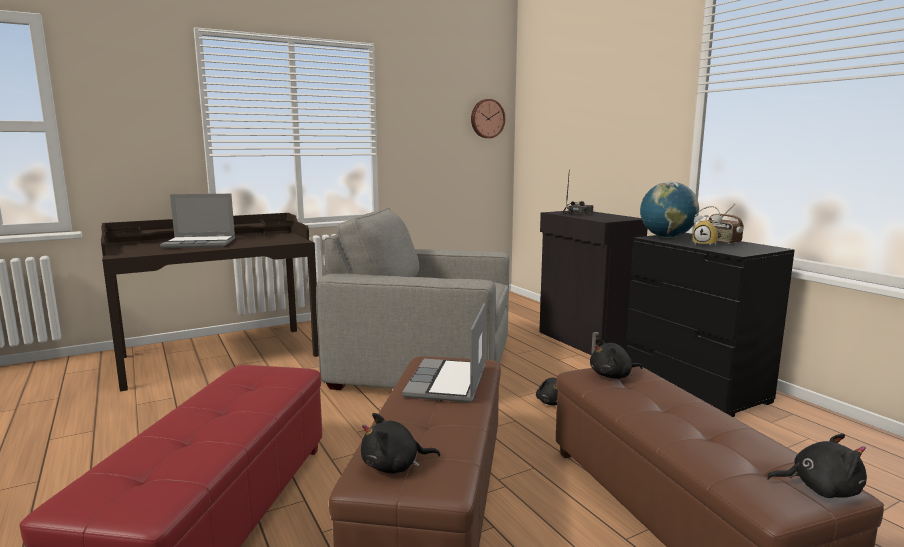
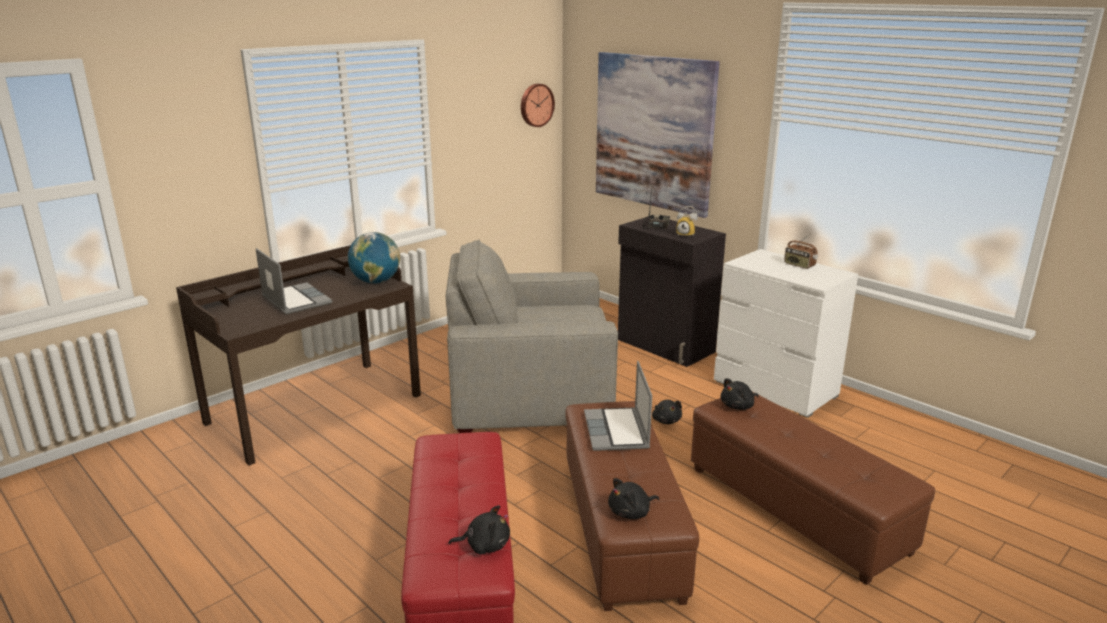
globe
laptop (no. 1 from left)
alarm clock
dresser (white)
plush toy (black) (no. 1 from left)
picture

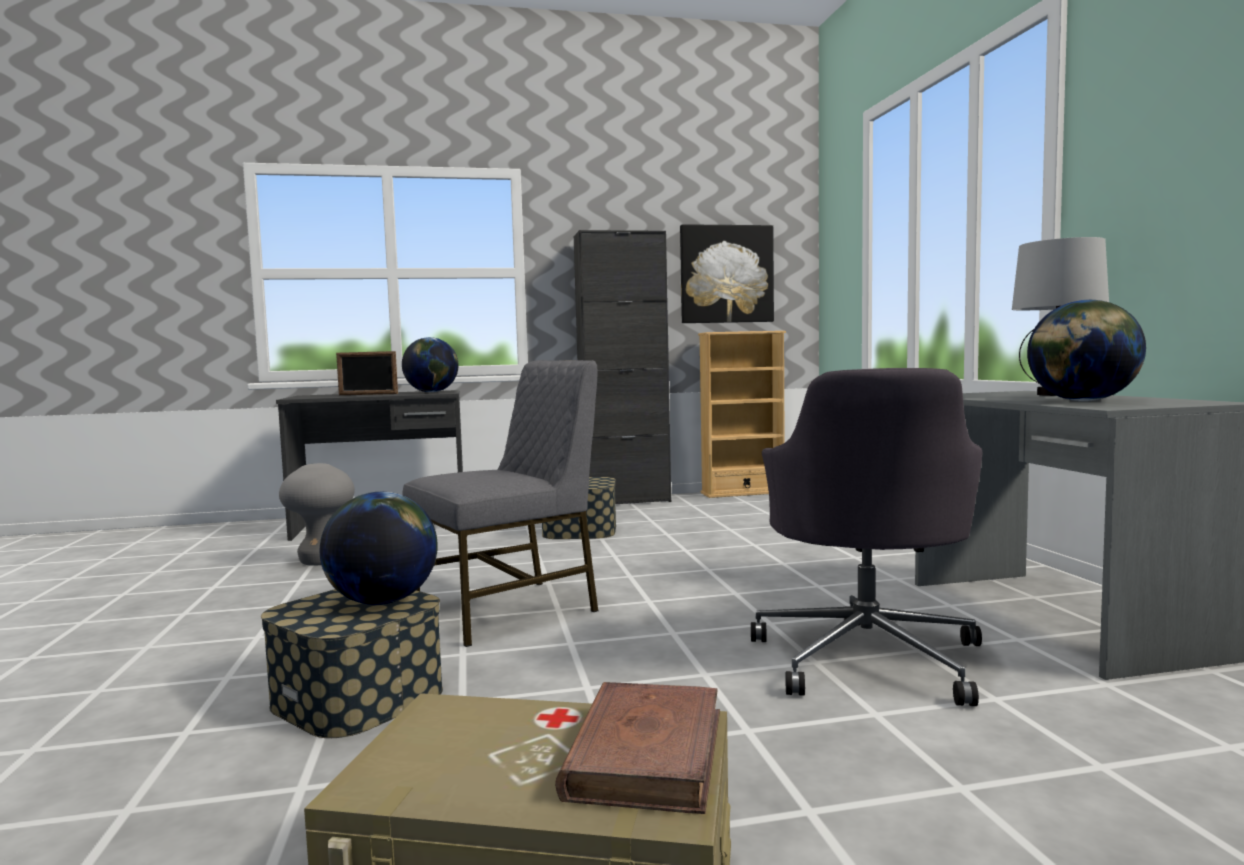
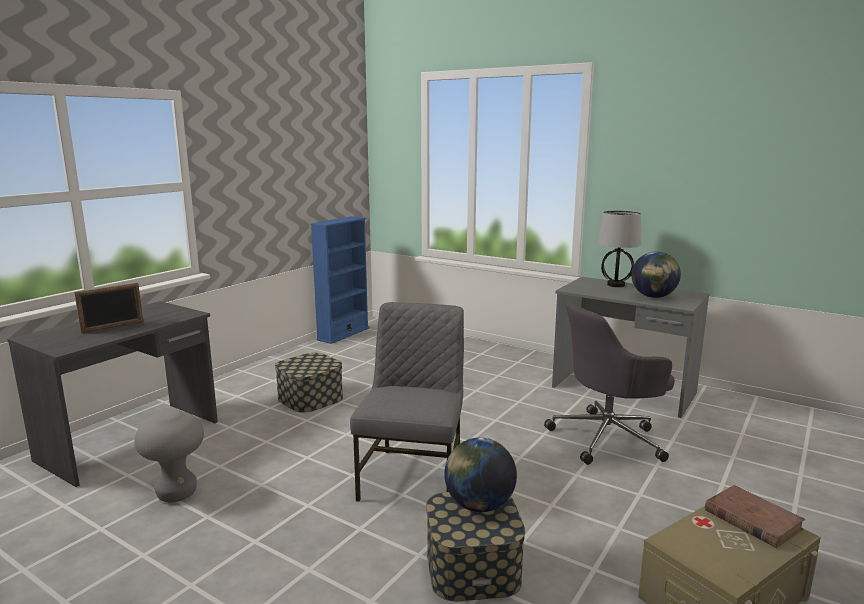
picture
cabinet (black)
bookcase (blue)
globe (no. 2 from left in the first image)
office chair (grey)

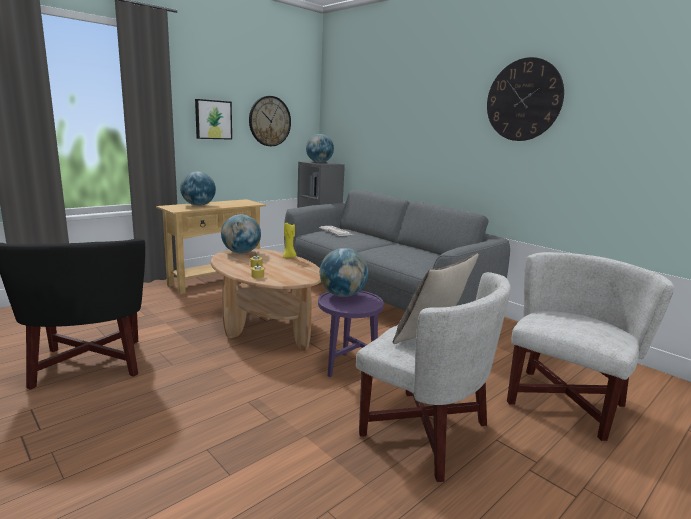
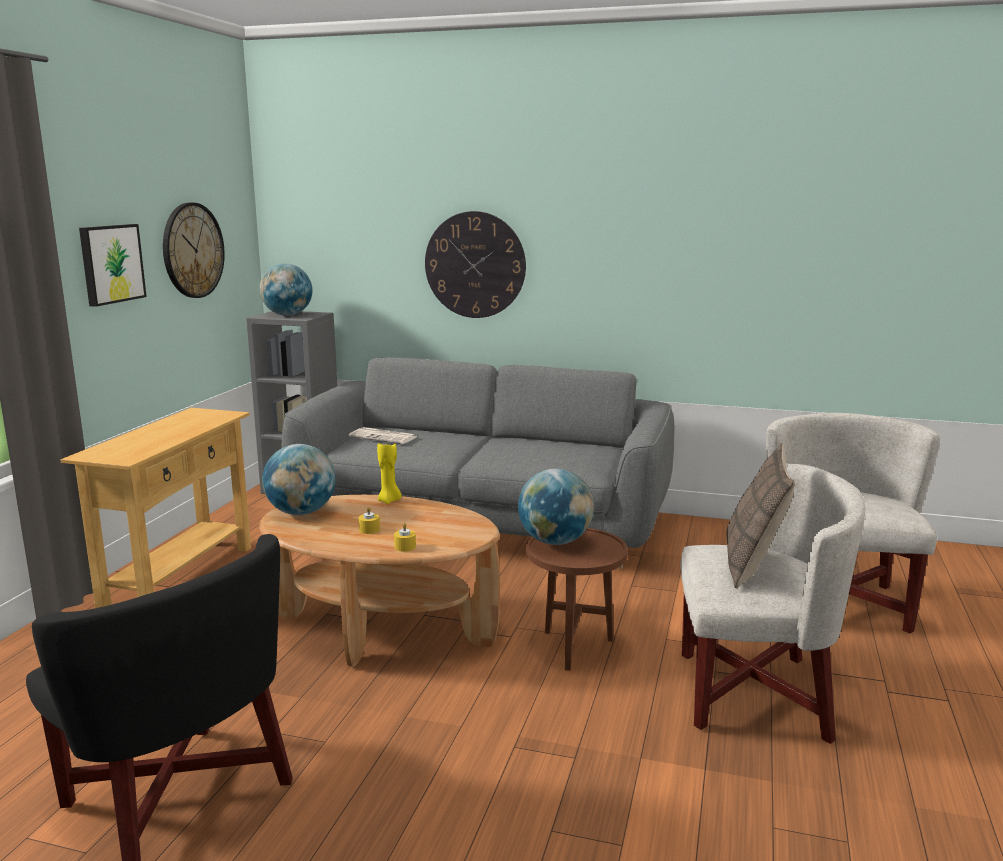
wall clock (no. 2 from left)
globe (no. 1 from left in the first image)
side table (brown)

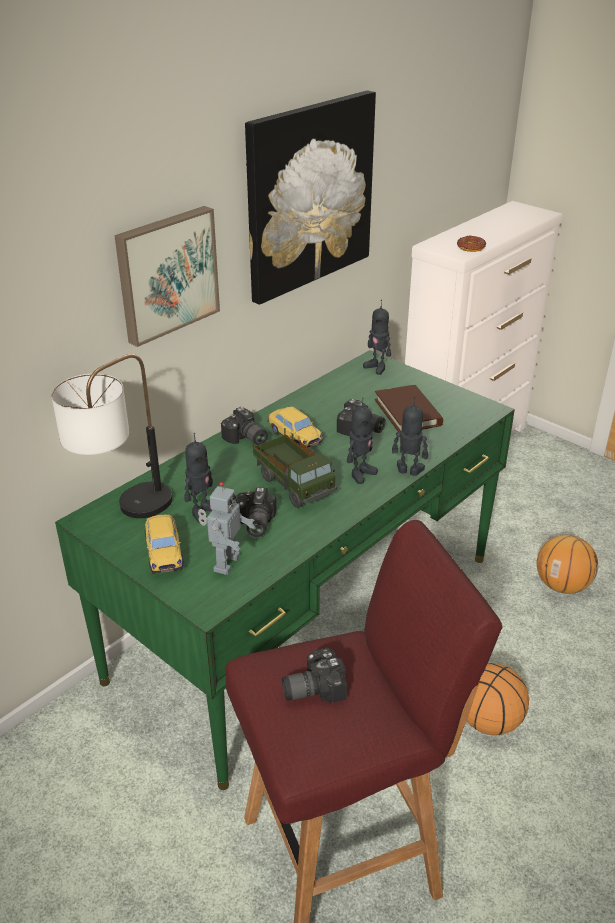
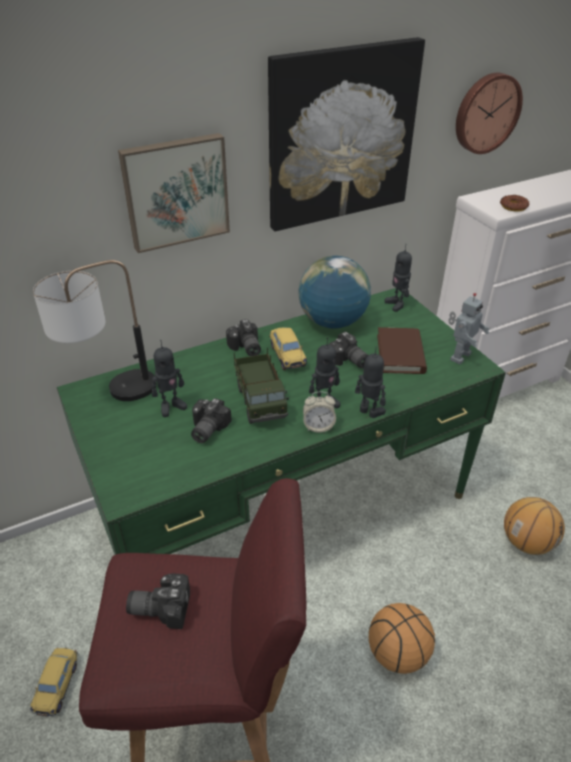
toy robot (no. 5 from left)
toy car (no. 1 from left)
wall clock
globe
alarm clock

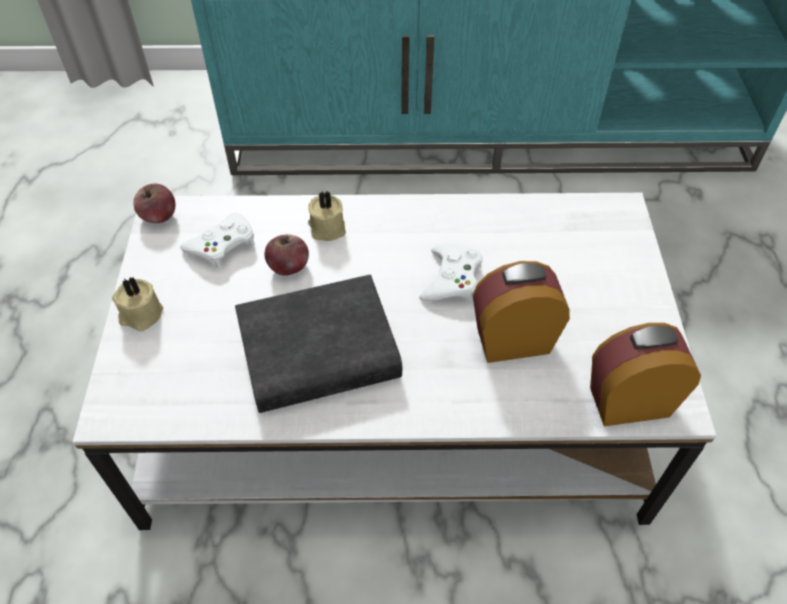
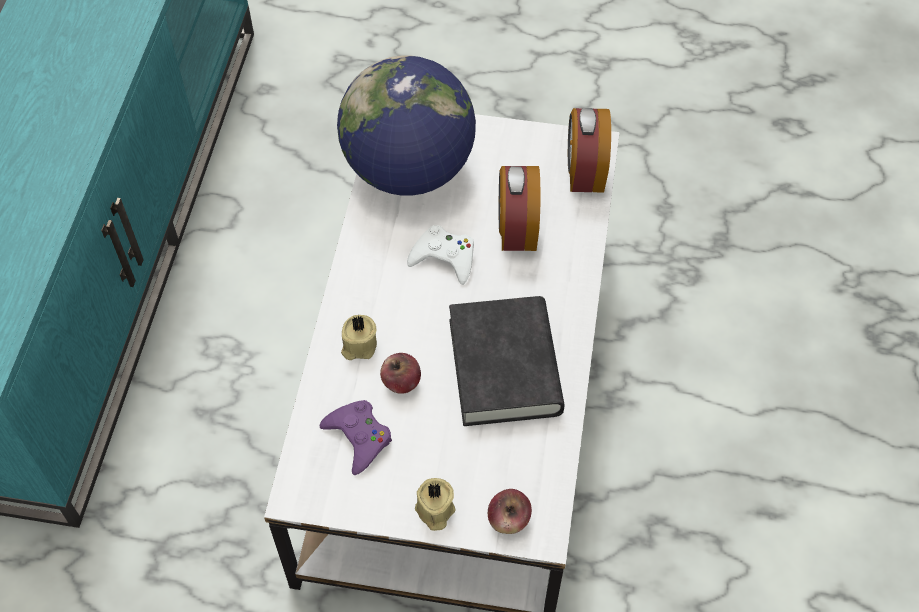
apple (no. 2 from left)
game controller (purple)
globe

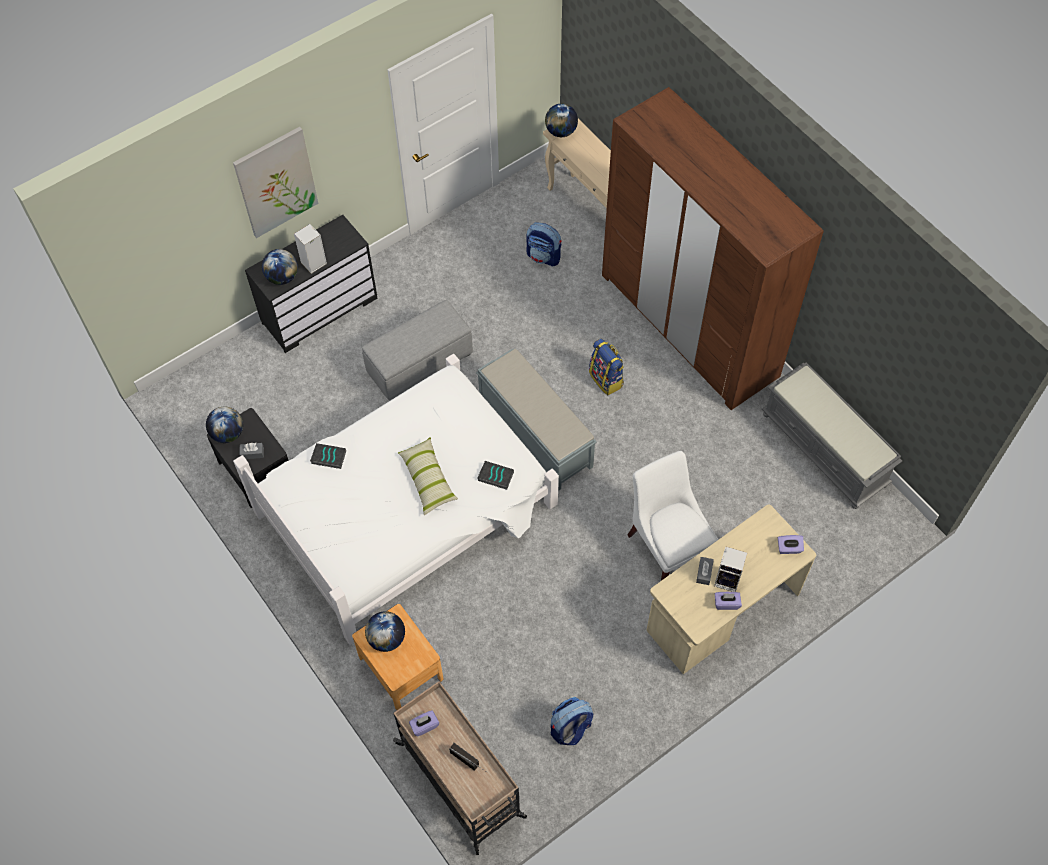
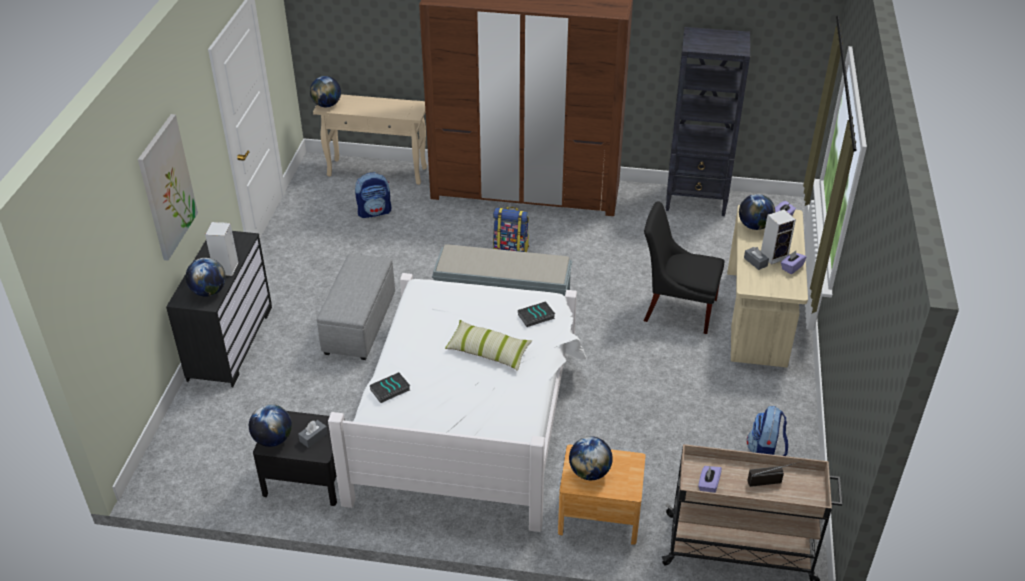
bookcase (black)
chair (black)
globe (no. 5 from left)

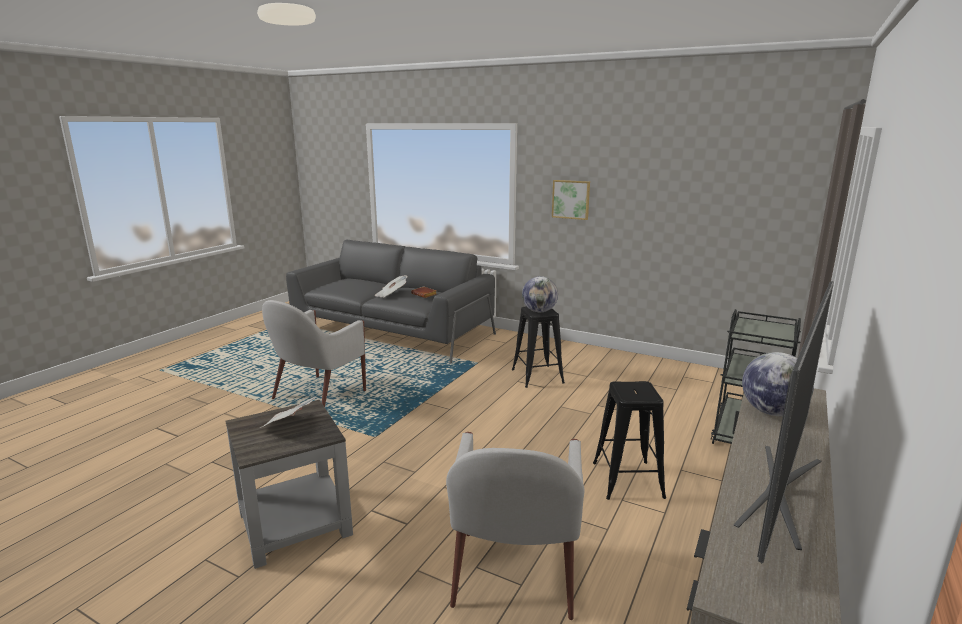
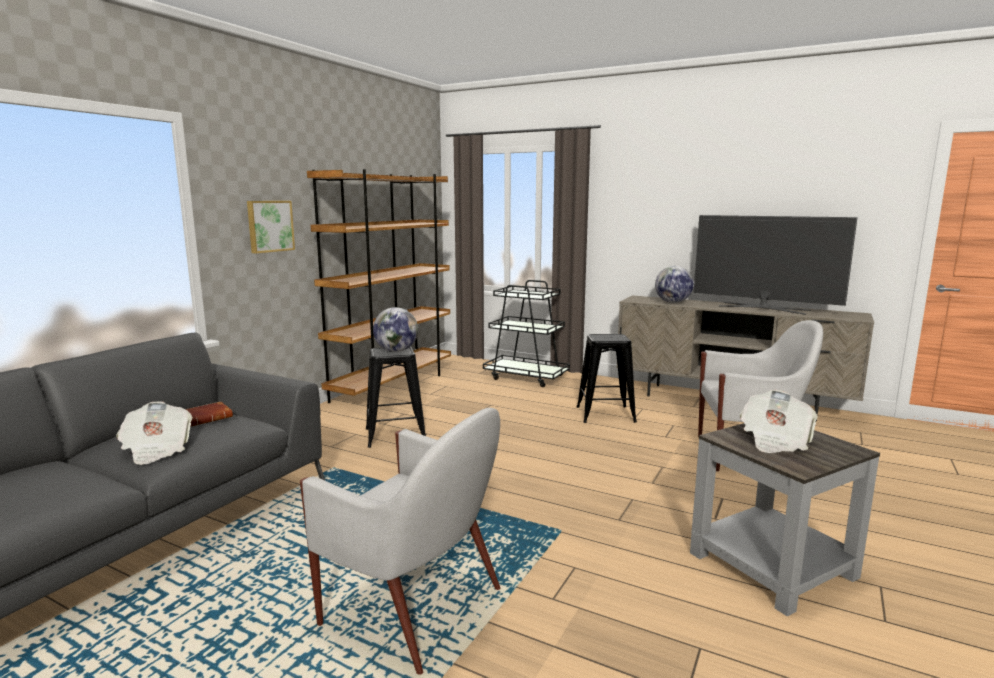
bookcase (brown)

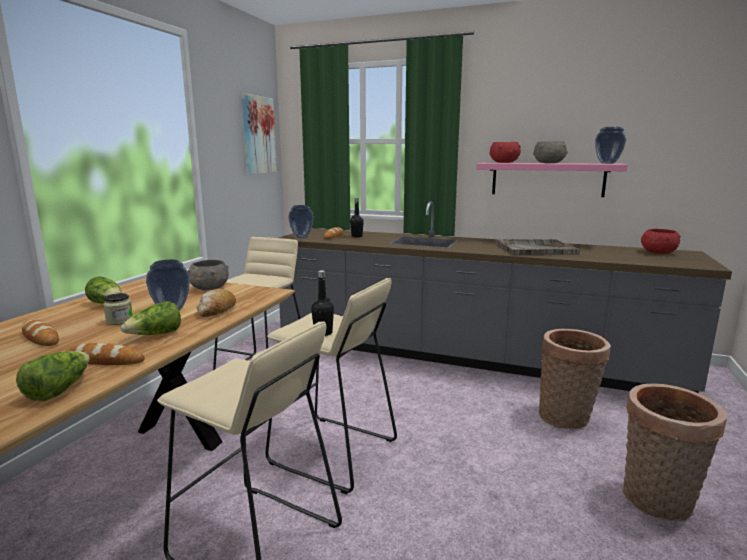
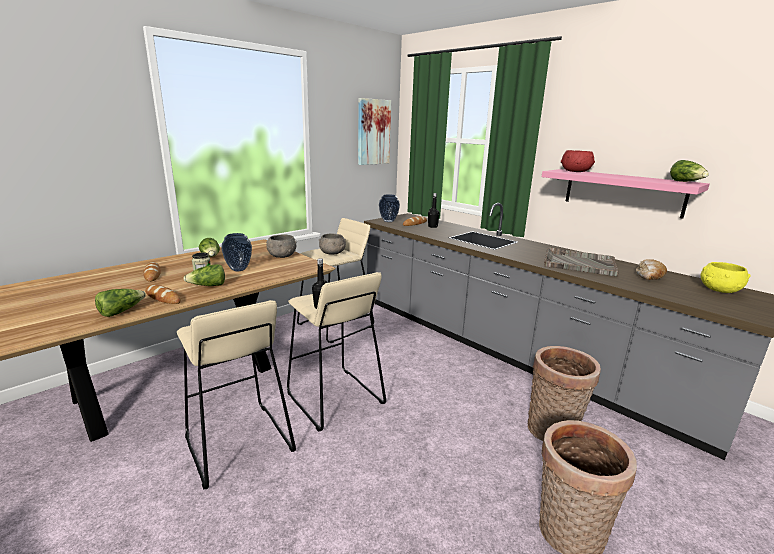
lettuce (no. 4 from left)
bowl (grey) (no. 2 from left)
bowl (yellow)
bread (no. 4 from left)

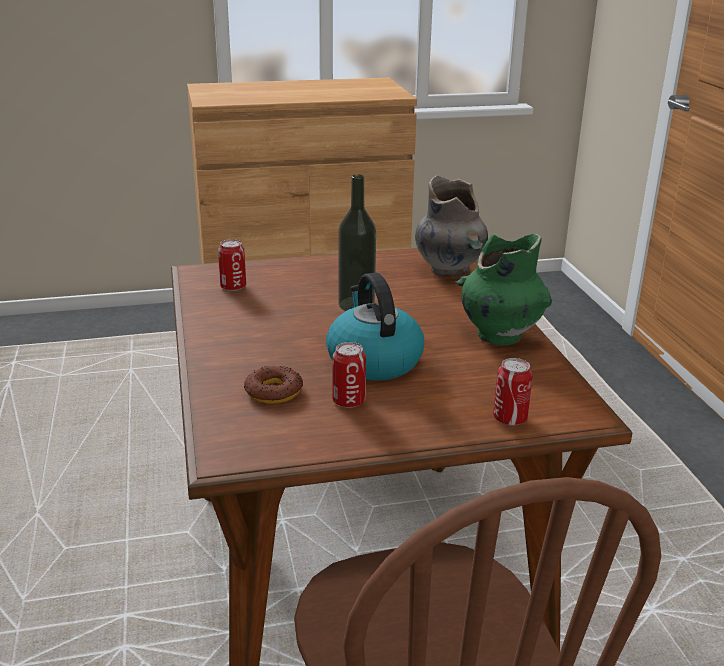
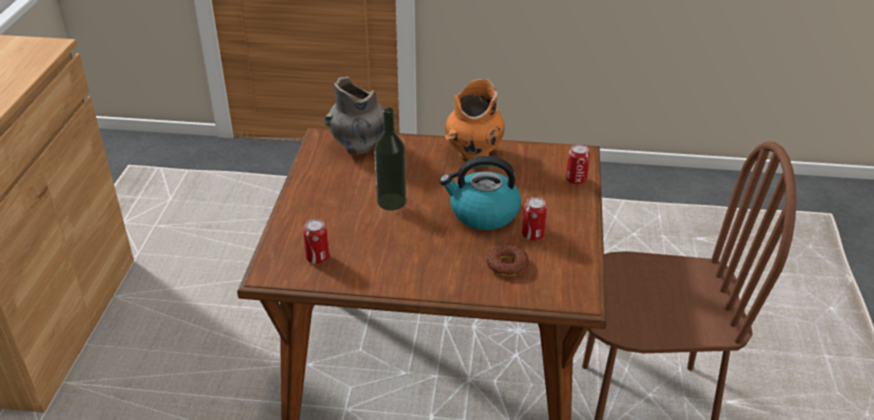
vase (orange)

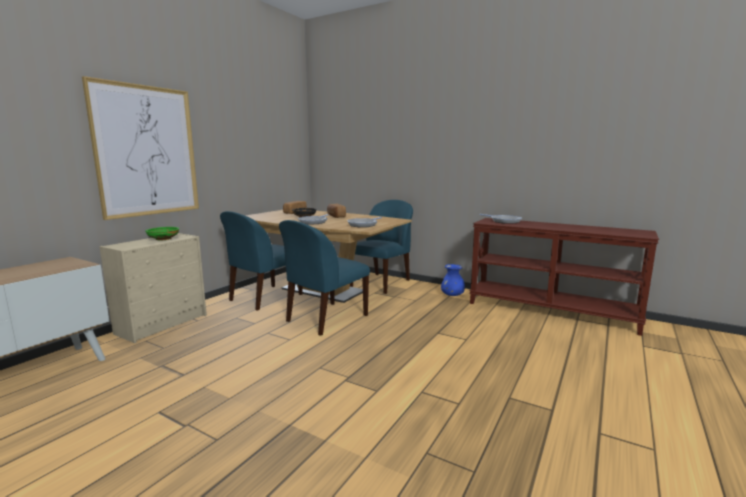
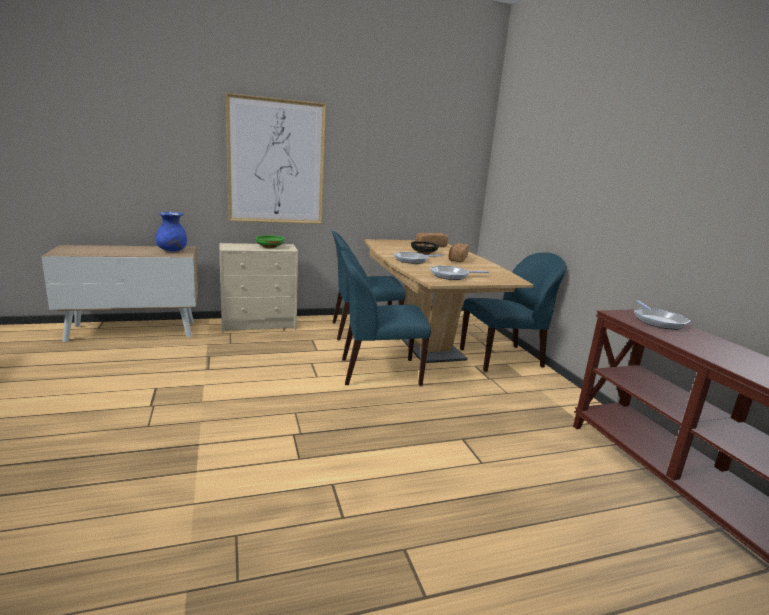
vase (blue)

